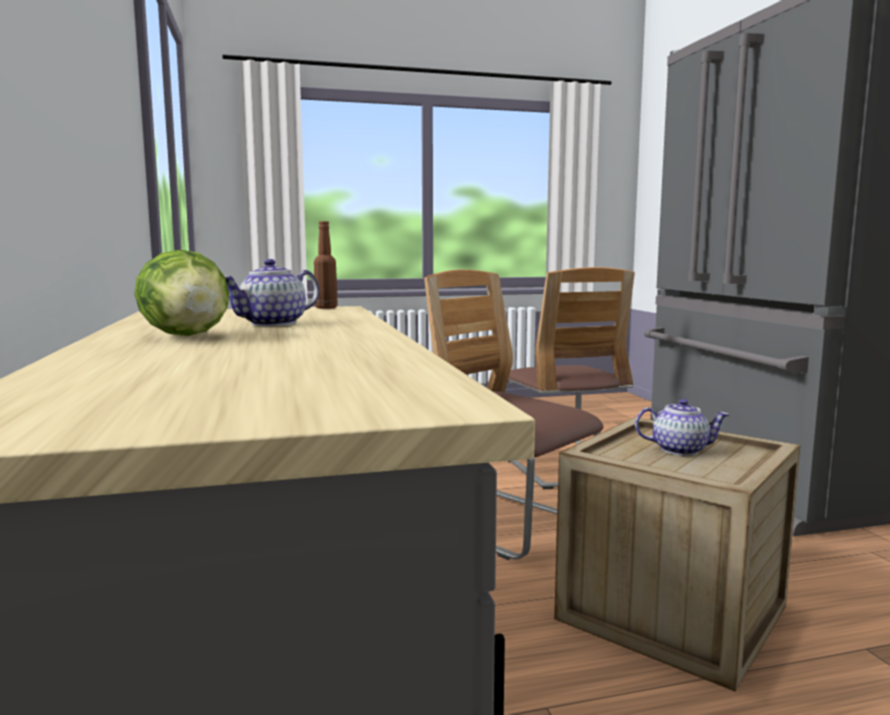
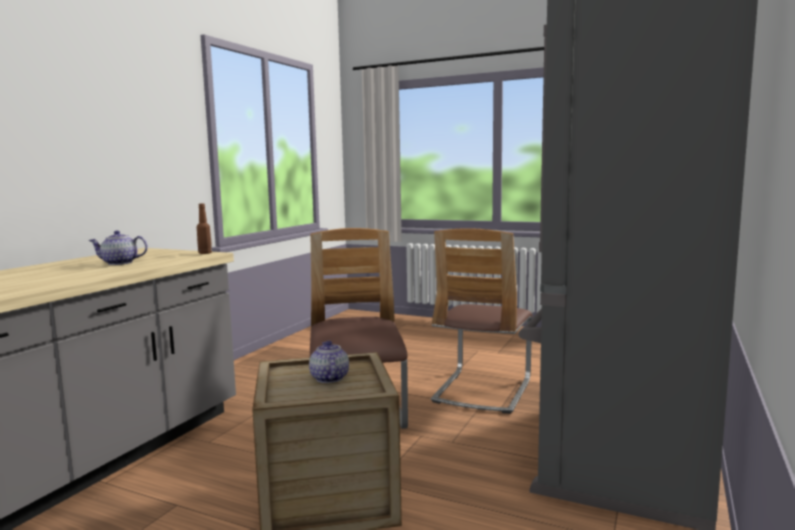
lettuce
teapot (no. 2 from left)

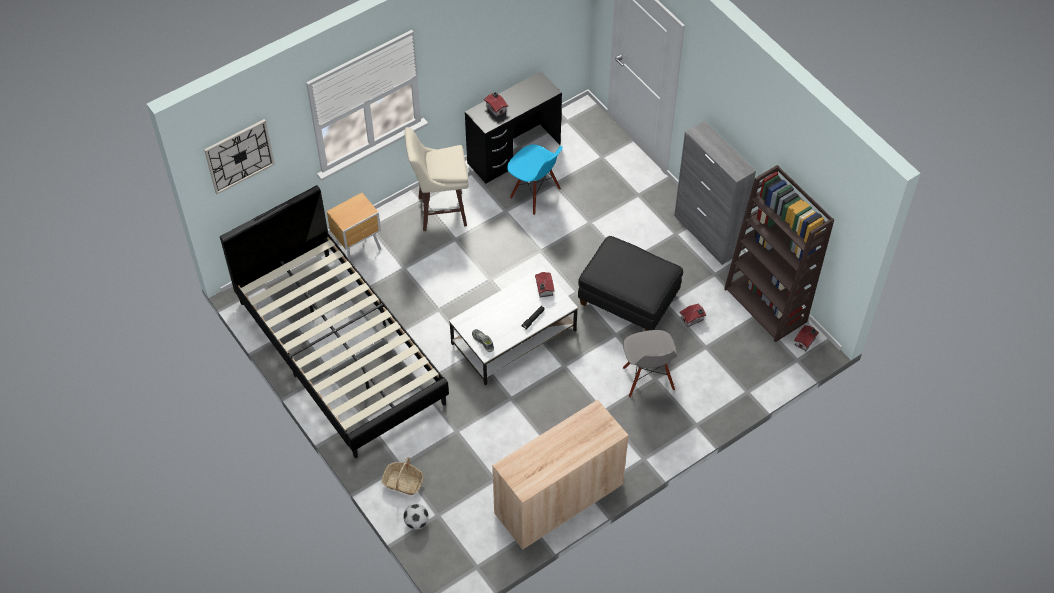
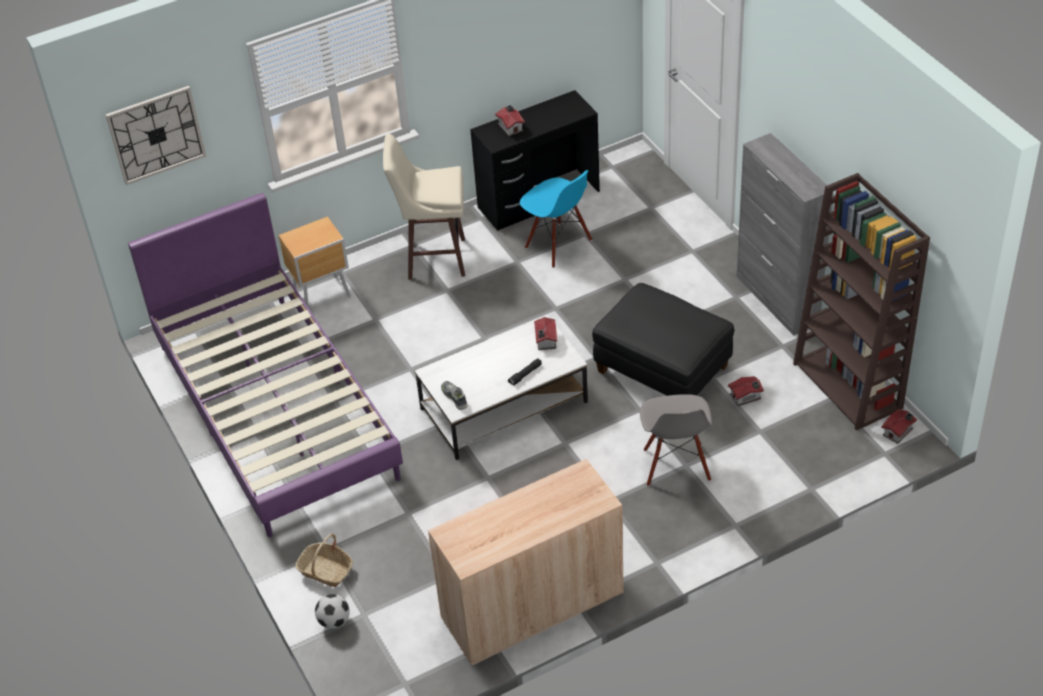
bed (purple)

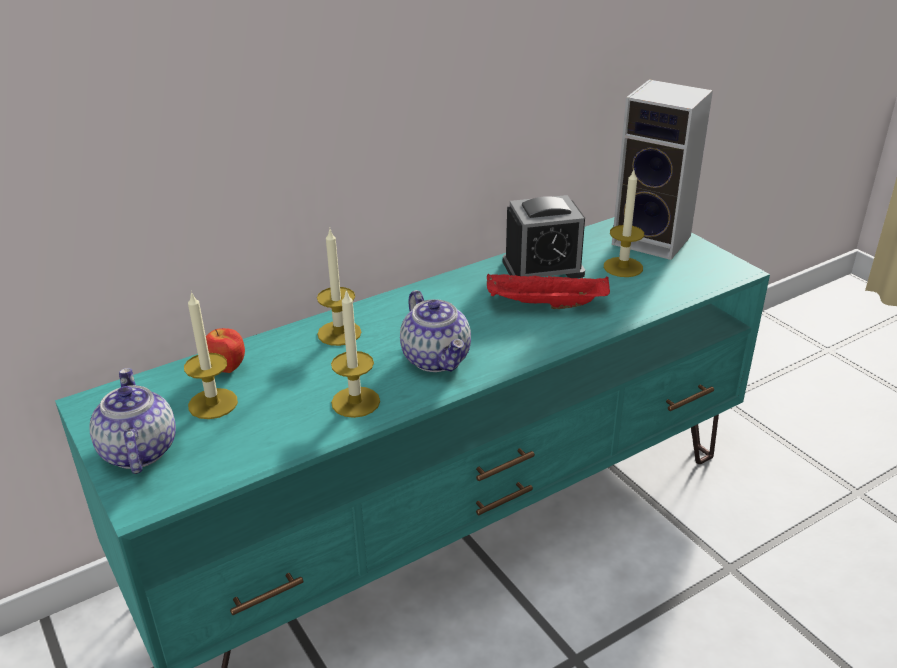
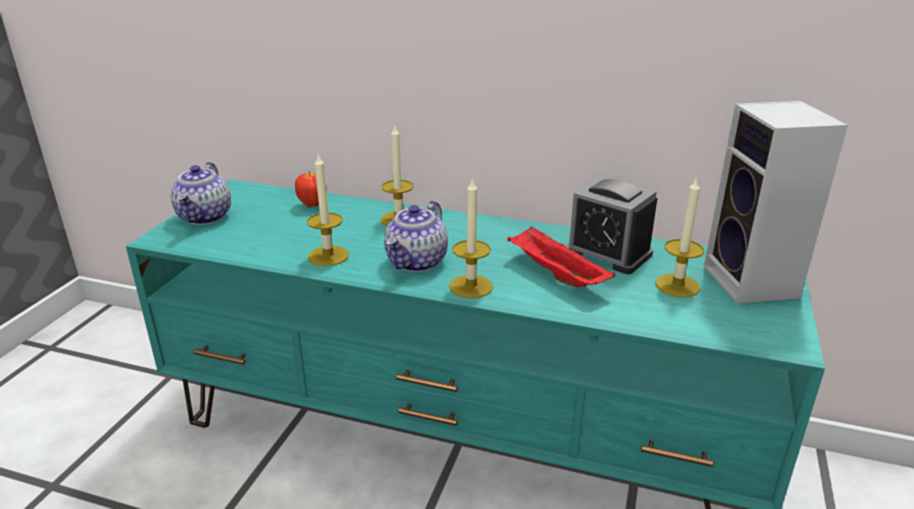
candle (no. 3 from left)
teapot (no. 1 from left)

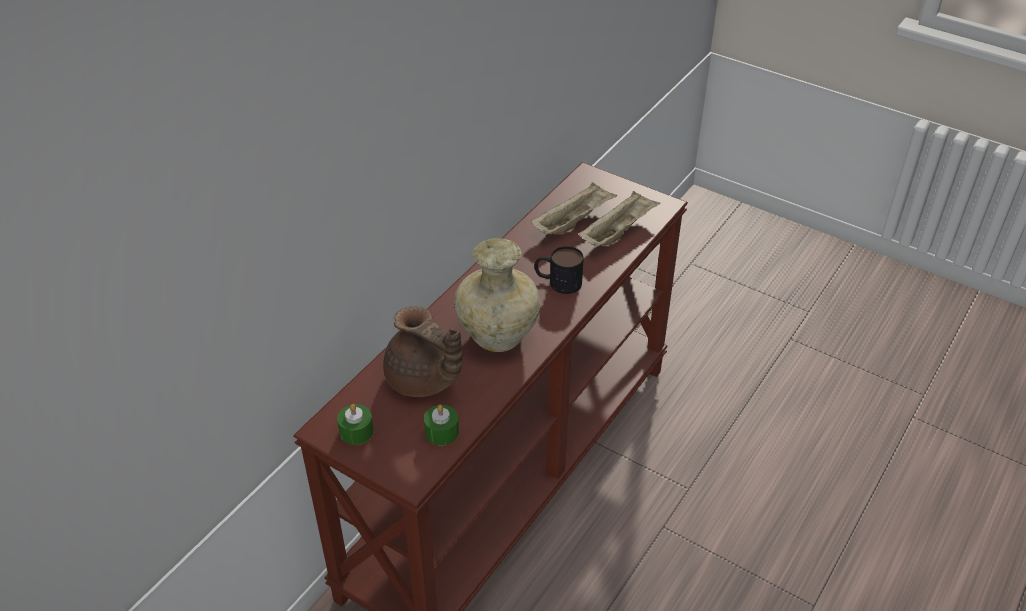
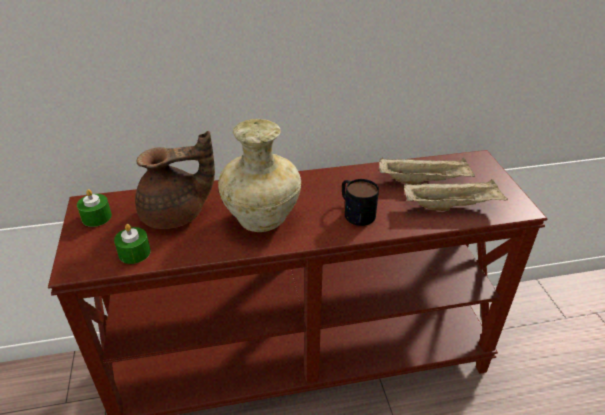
teapot (brown)

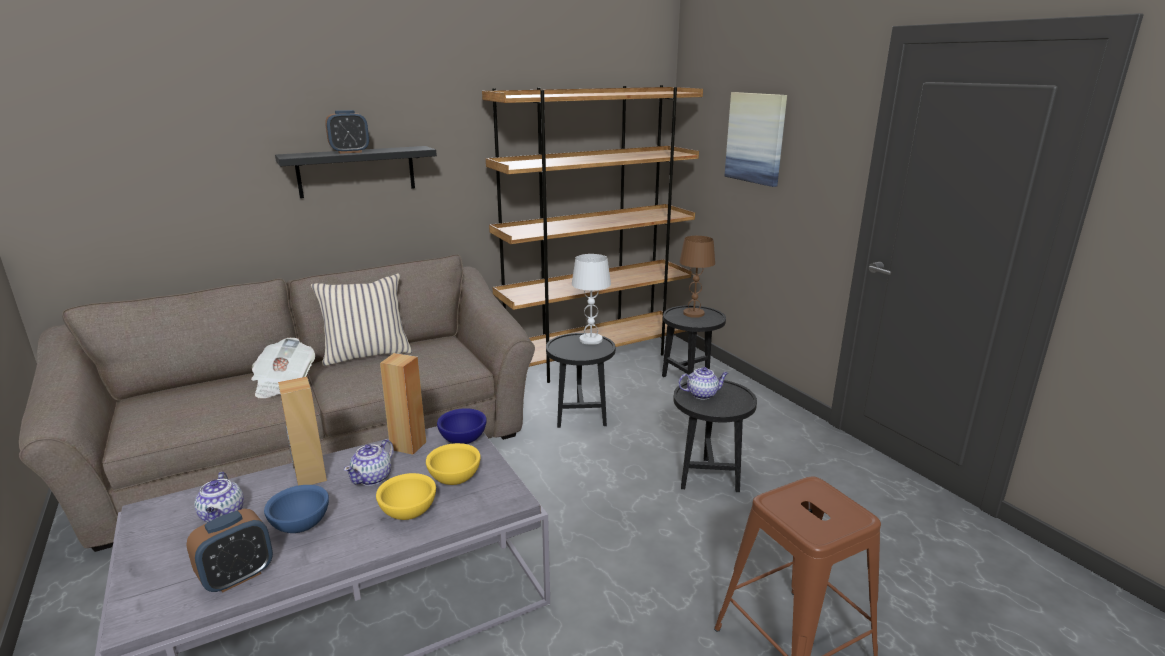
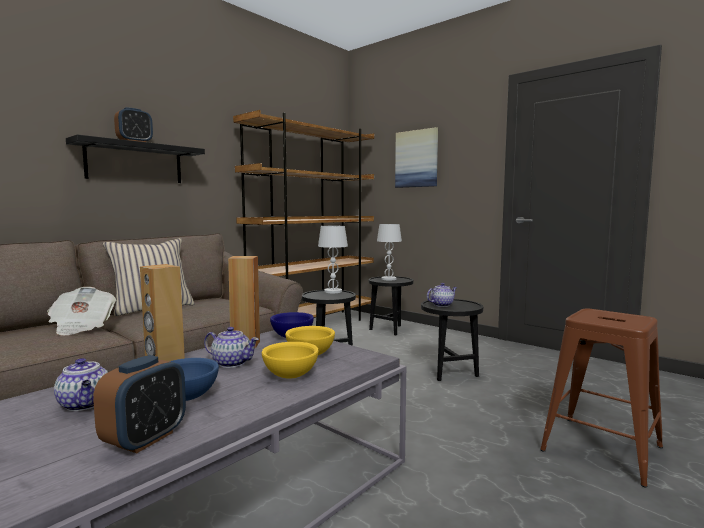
table lamp (white) (no. 2 from left)
teapot (no. 2 from left)

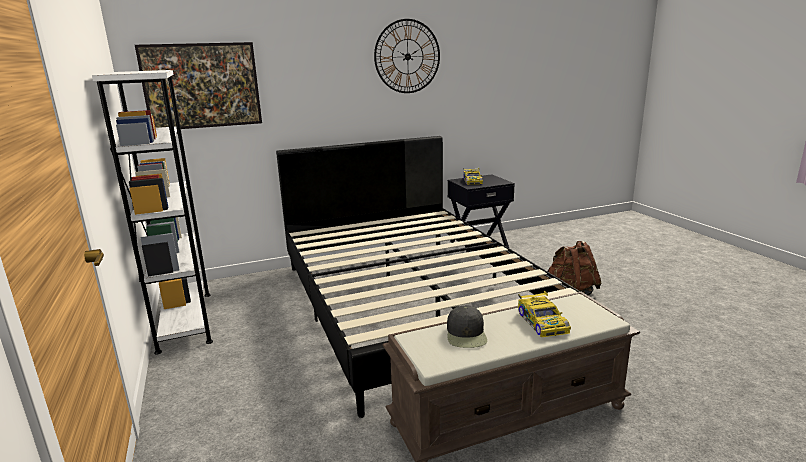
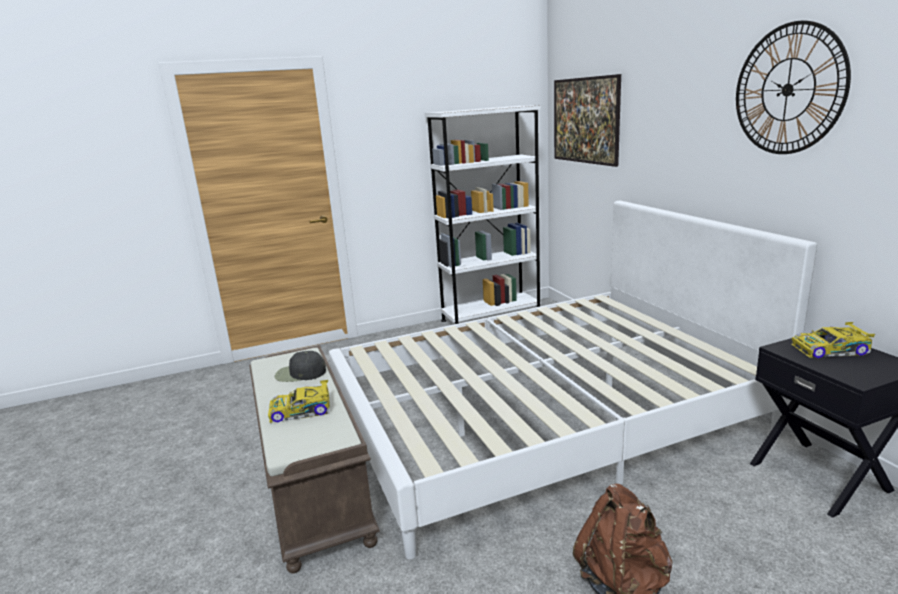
bed (white)

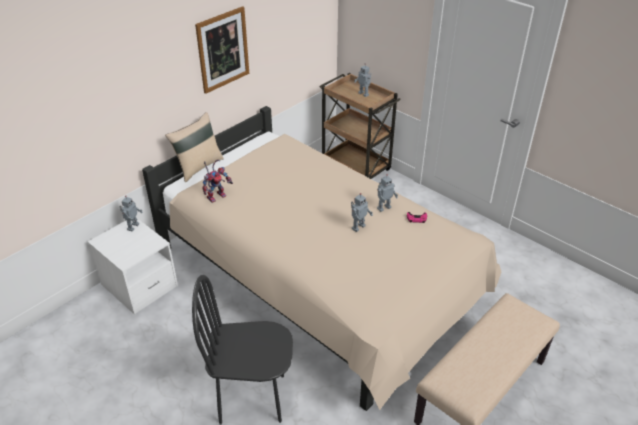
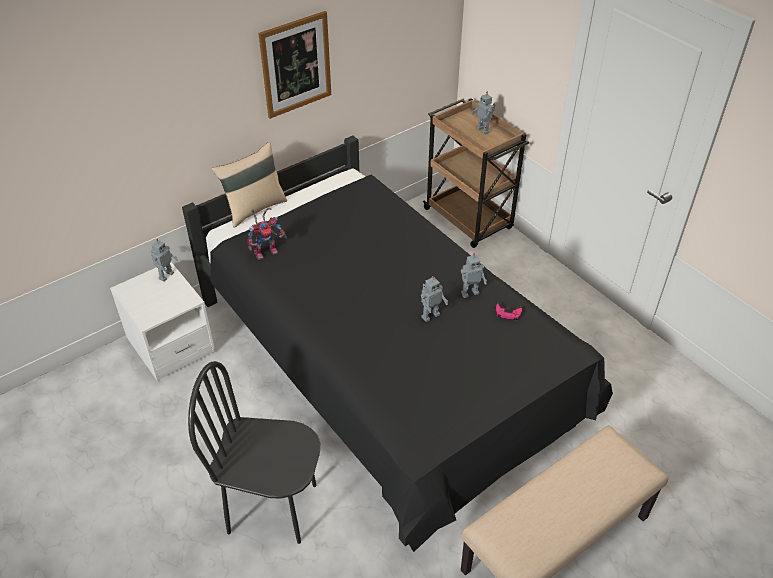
bed (black)

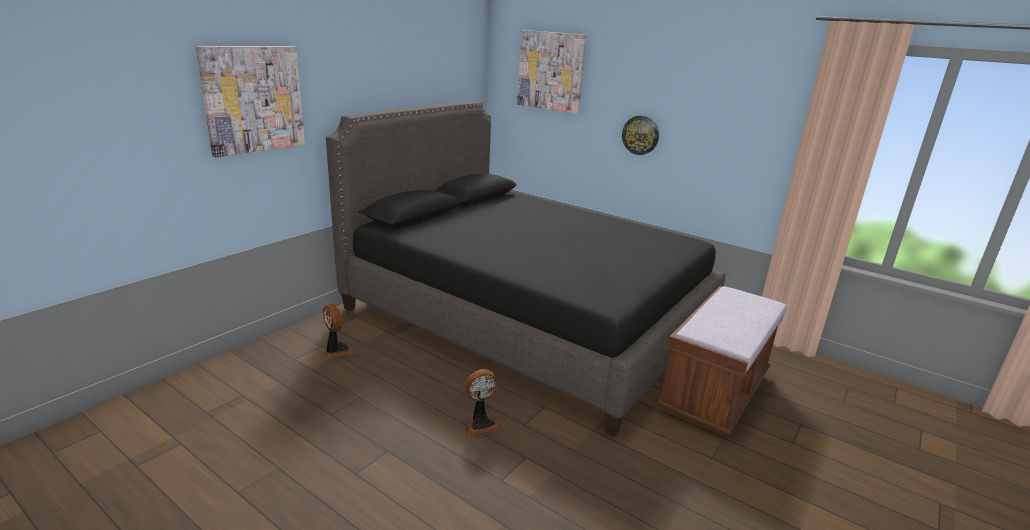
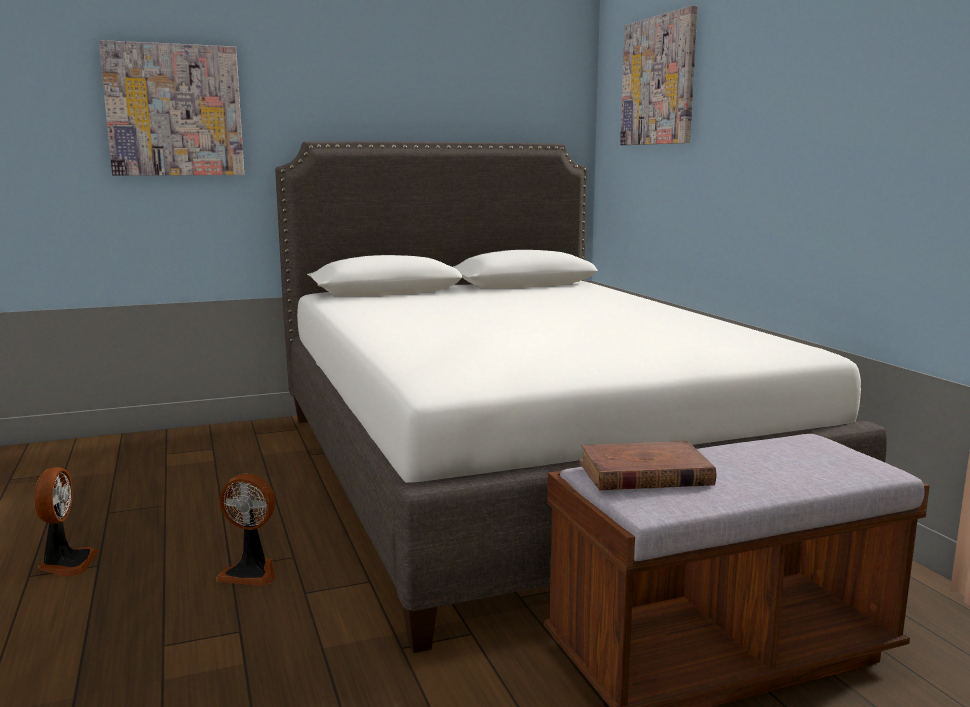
bed (white)
wall clock
fan (no. 1 from left)
book (brown)

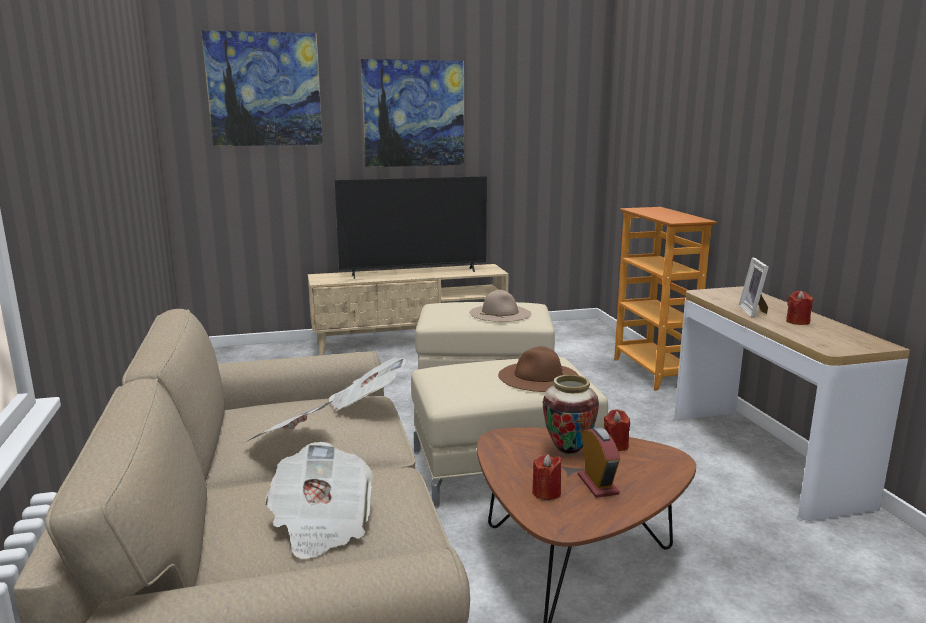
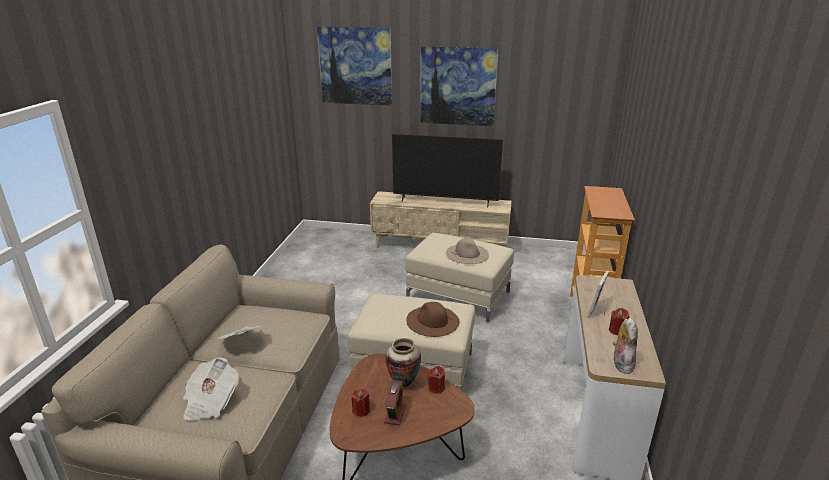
newspaper (no. 3 from left in the first image)
plush toy

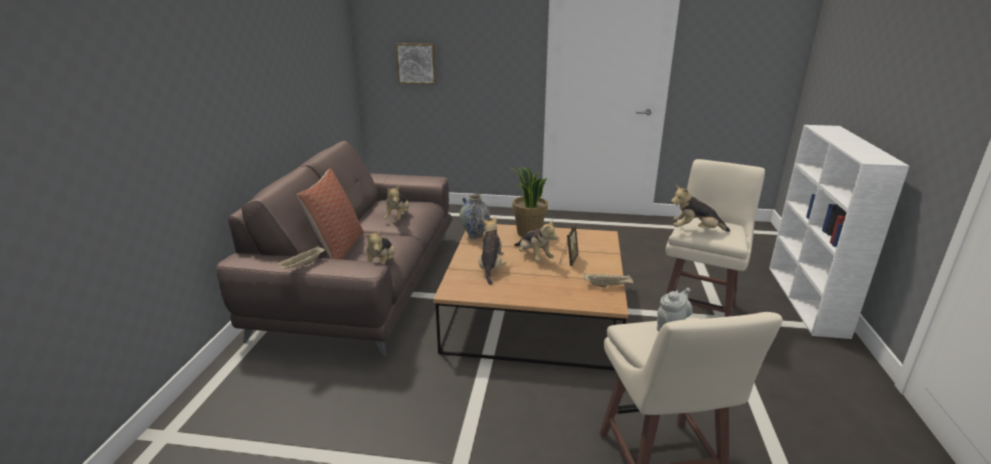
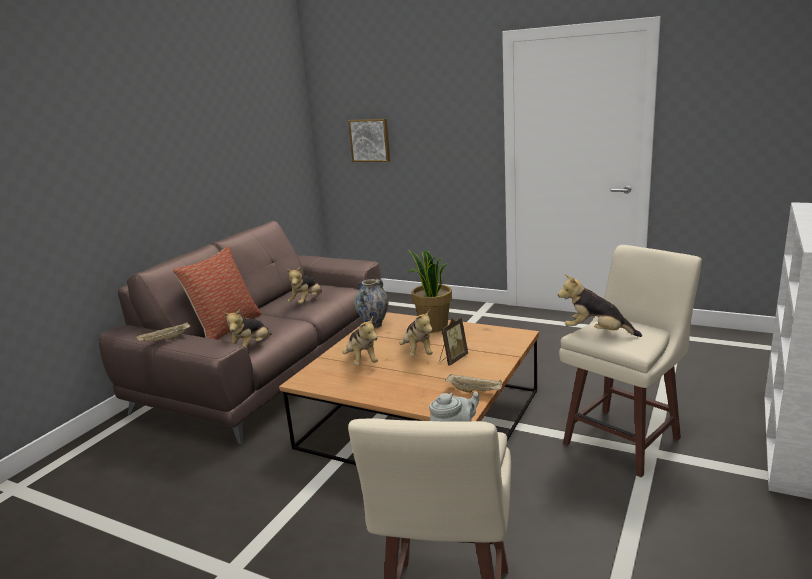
plush toy (no. 3 from left)

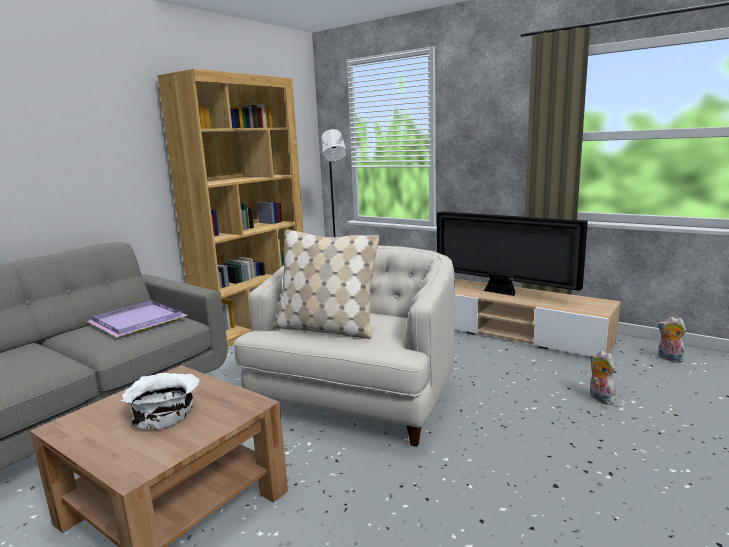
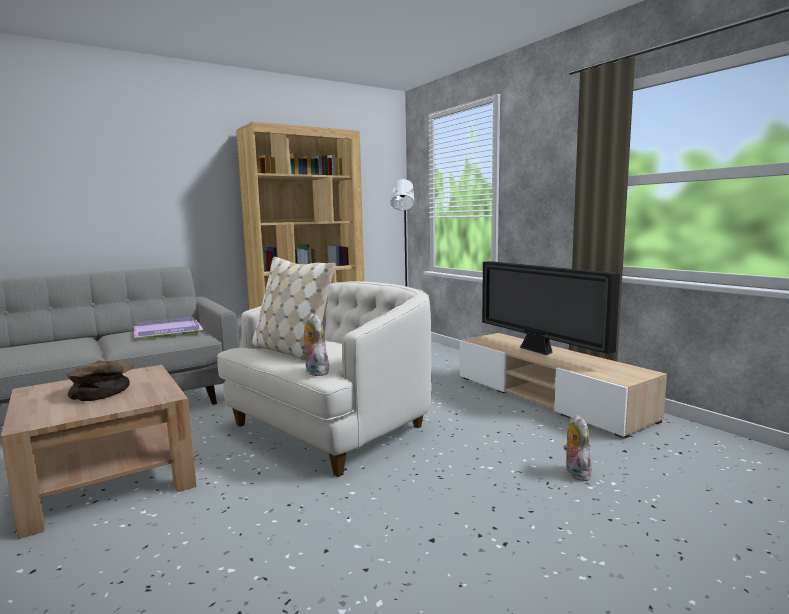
plush toy (no. 1 from left)
bowl (brown)

